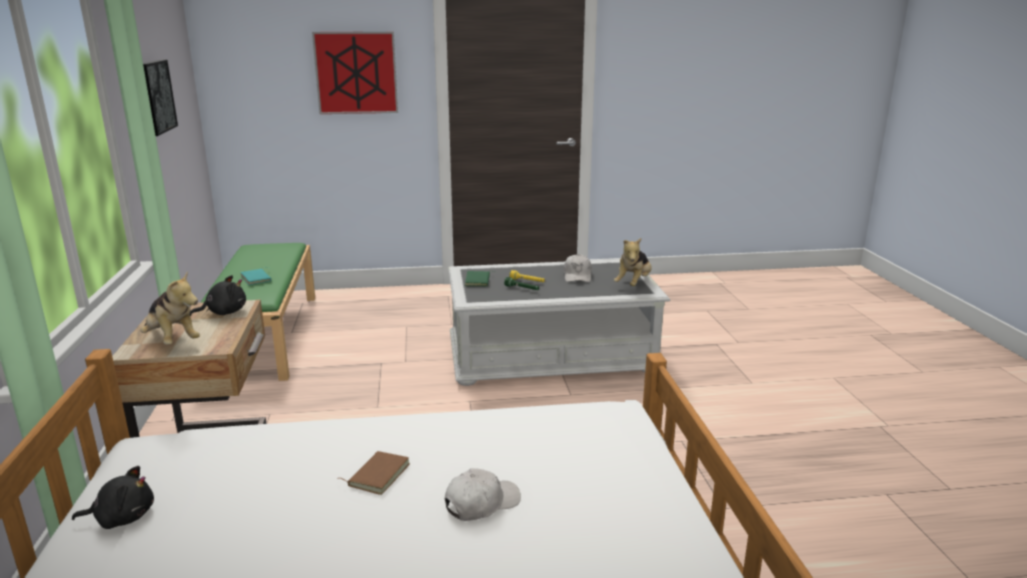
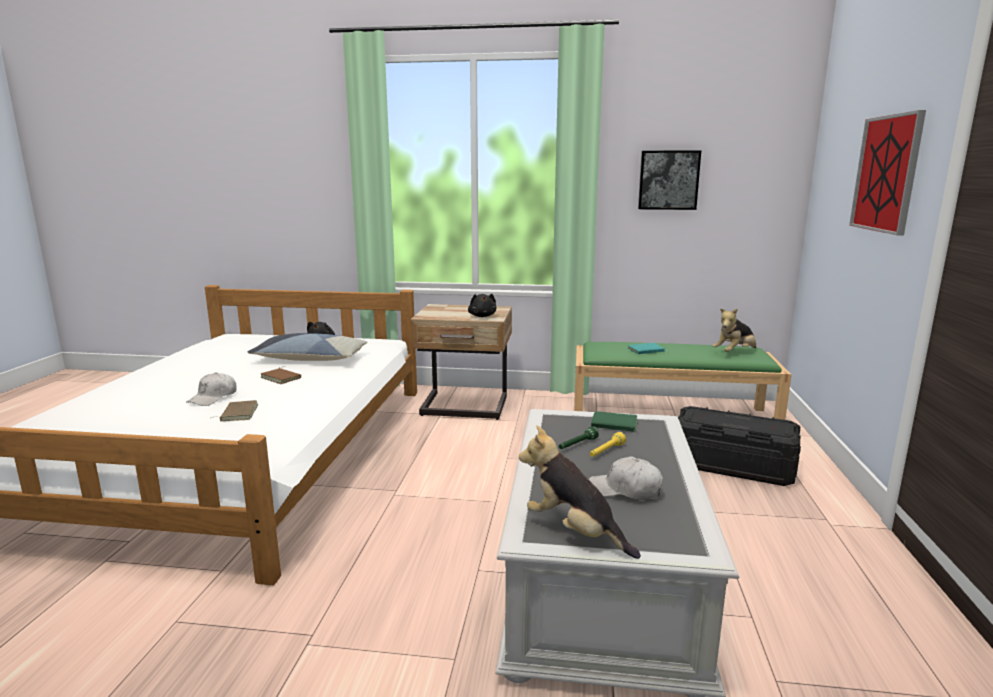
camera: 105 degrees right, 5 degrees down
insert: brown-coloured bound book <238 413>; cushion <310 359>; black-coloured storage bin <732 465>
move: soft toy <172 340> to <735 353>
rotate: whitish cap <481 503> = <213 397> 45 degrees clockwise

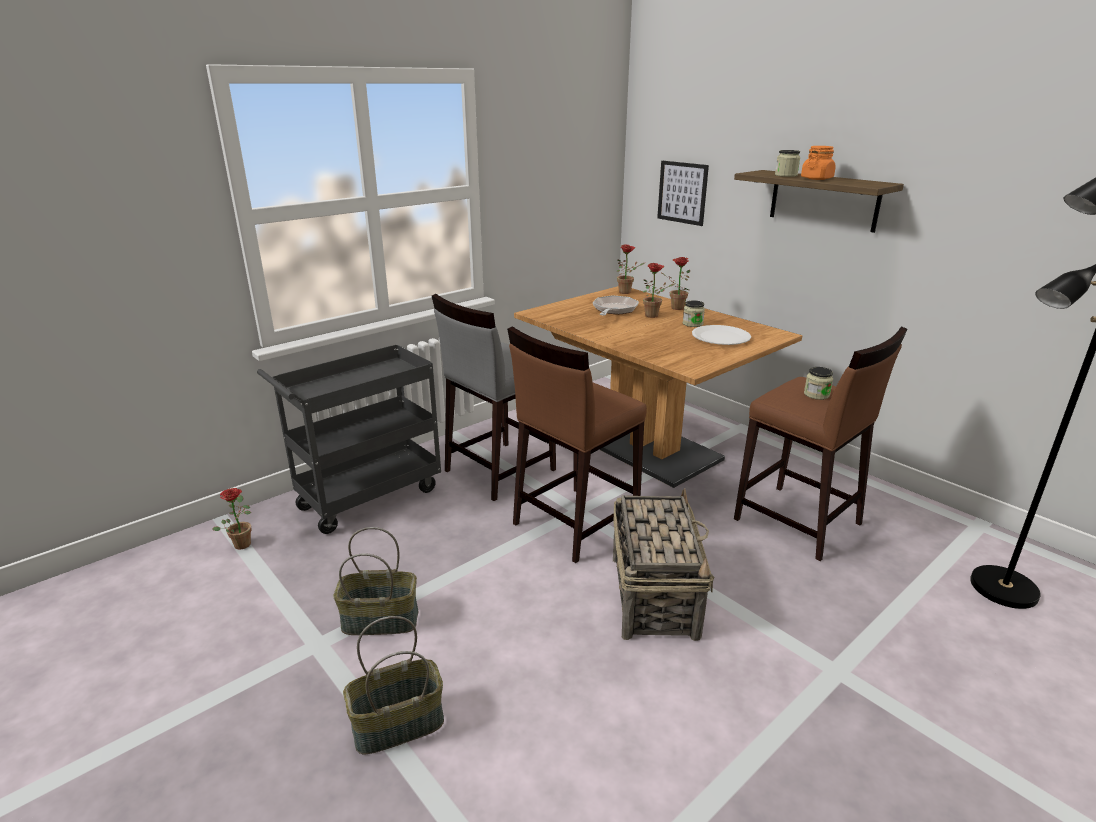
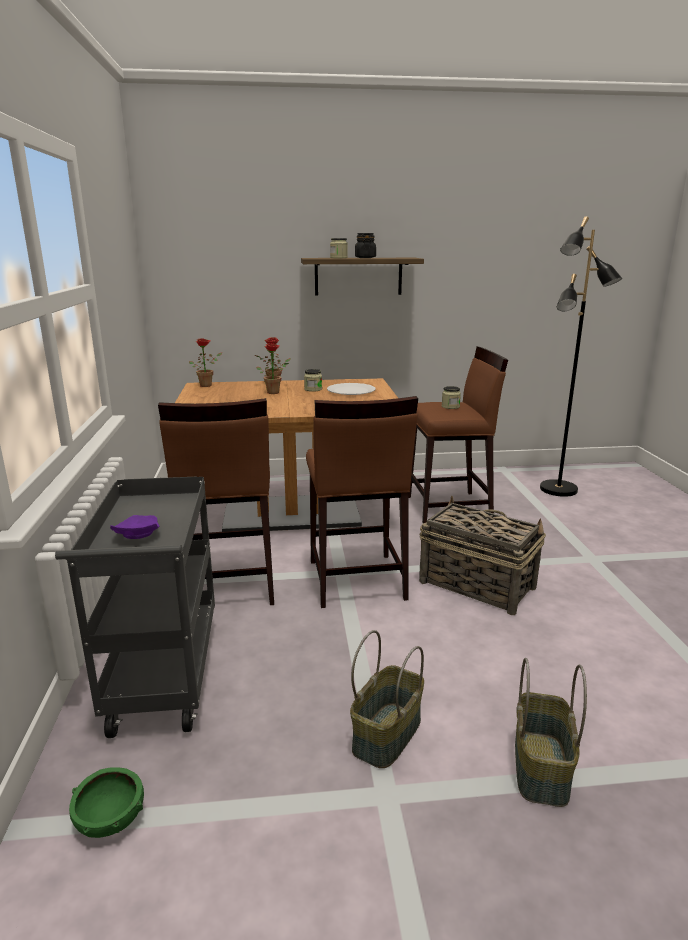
camera: 55 degrees left, 5 degrees down
delete: pan <614 310>; wall picture <682 192>
insert: purplish flat dish <137 535>
replace: potted plant <242 542> to greenish bowl <110 818>
recolor: gray stool <498 470> to brown-coloured stool <228 584>; orange-coloured storage jar <817 178> to black-coloured storage jar <365 258>

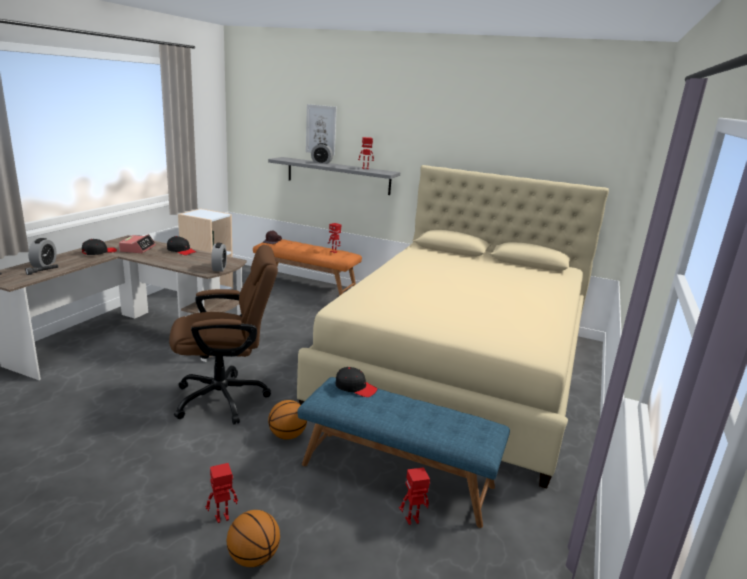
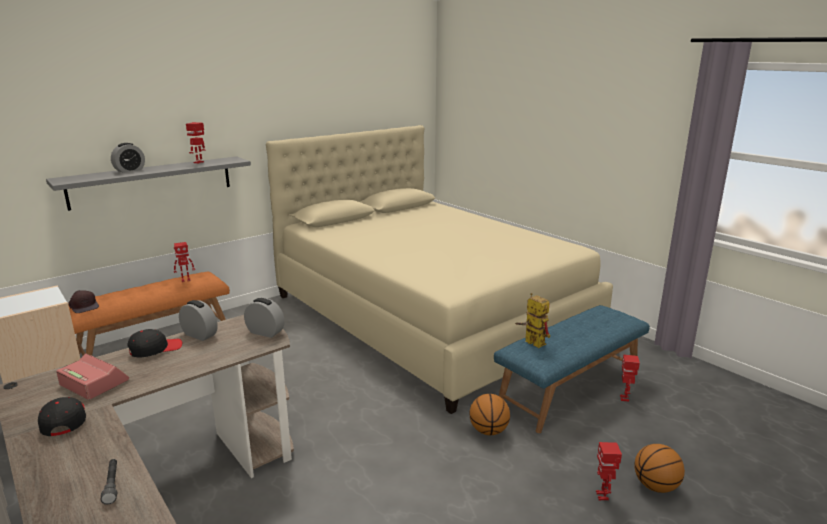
camera: 60 degrees left, 0 degrees up
delete: brown-coloured office chair <226 399>; wall picture <321 129>
move: alarm clock <44 264> to <200 335>
replace: black-coloured cap <355 387> to model robot <530 342>

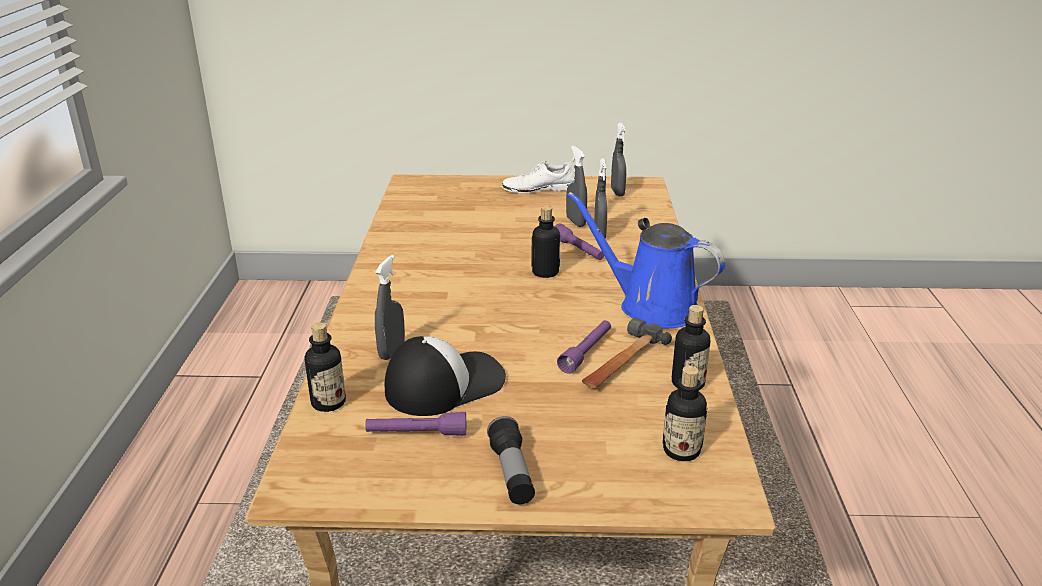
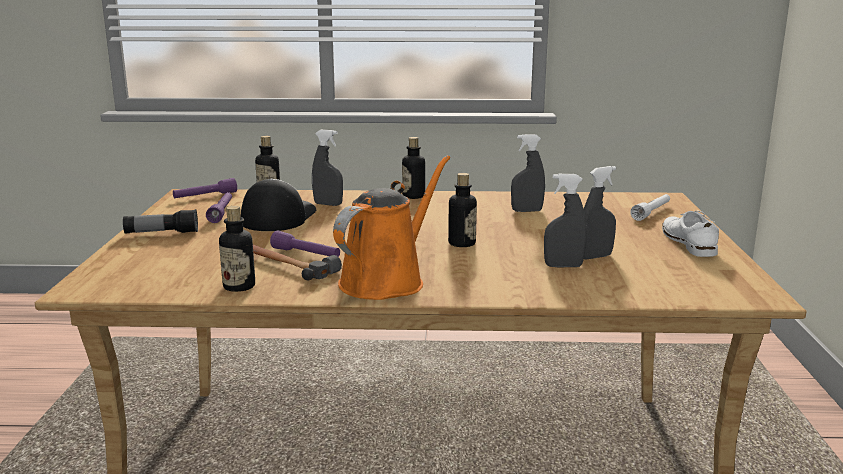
camera: 90 degrees right, 10 degrees down
insert: whitish hand torch <651 212>
move: purplish hand torch <578 250> to <205 196>; bottle <681 450> to <413 196>; gray hand sprayer <617 192> to <526 211>
recolor: bluish watering can <651 306> to orange-coloured watering can <387 280>
rotate: cap <444 384> = <278 217> 135 degrees counterclockwise

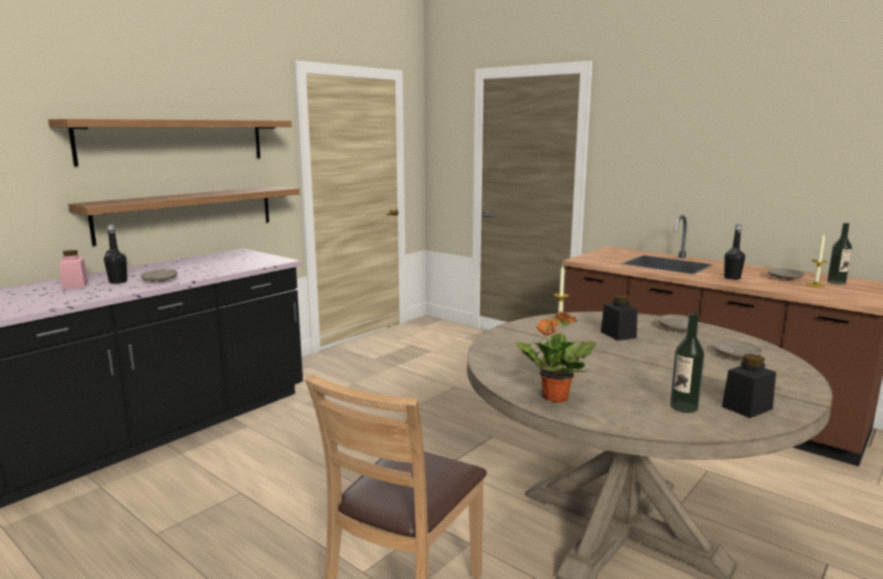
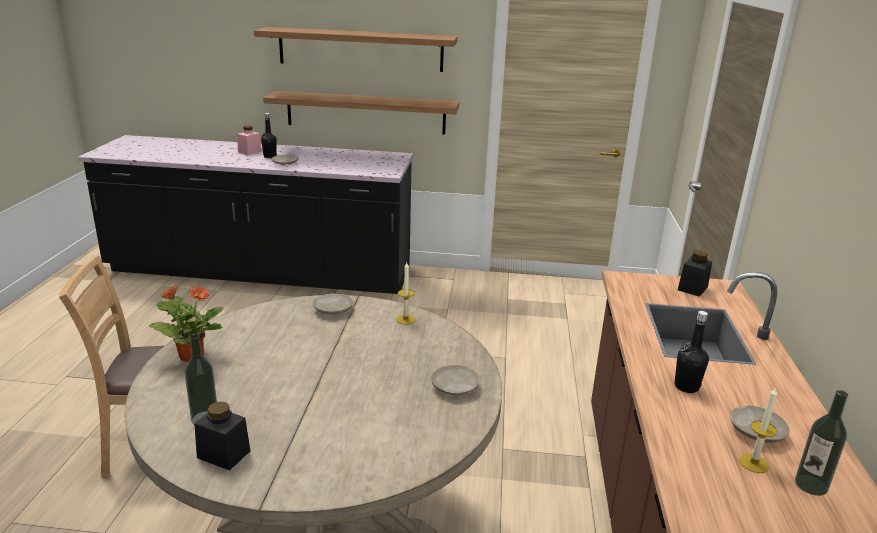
camera: 55 degrees right, 10 degrees up
move: sand-coloured flat dish <736 356> to <333 309>; black-coloured storage jar <618 335> to <692 288>

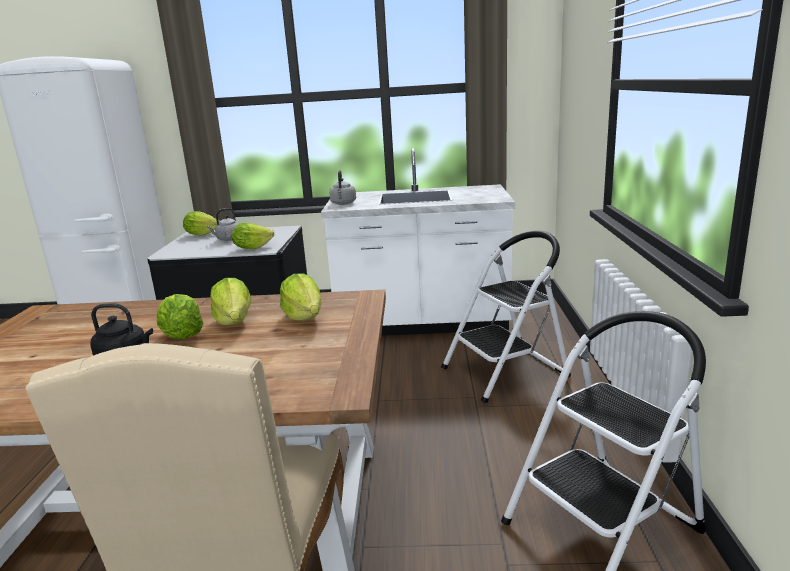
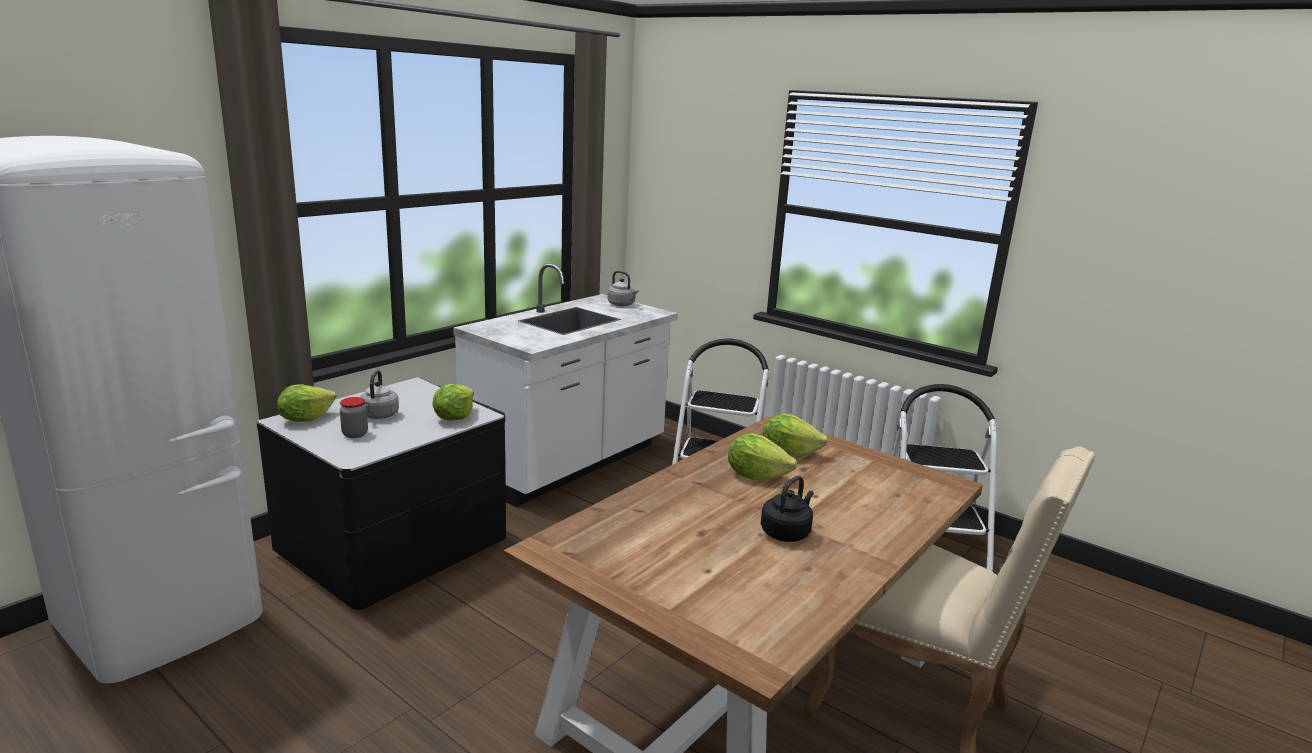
camera: 55 degrees left, 0 degrees up
delete: head of lettuce <182 335>
insert: storage jar <355 434>
move: gray tea kettle <343 203> to <622 304>

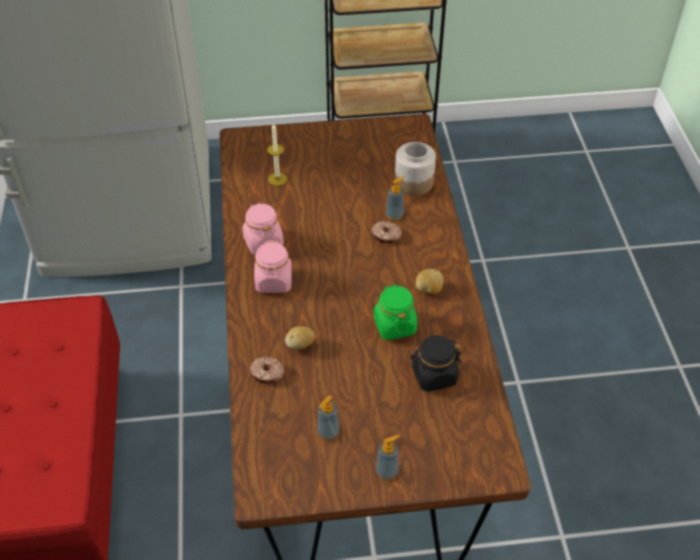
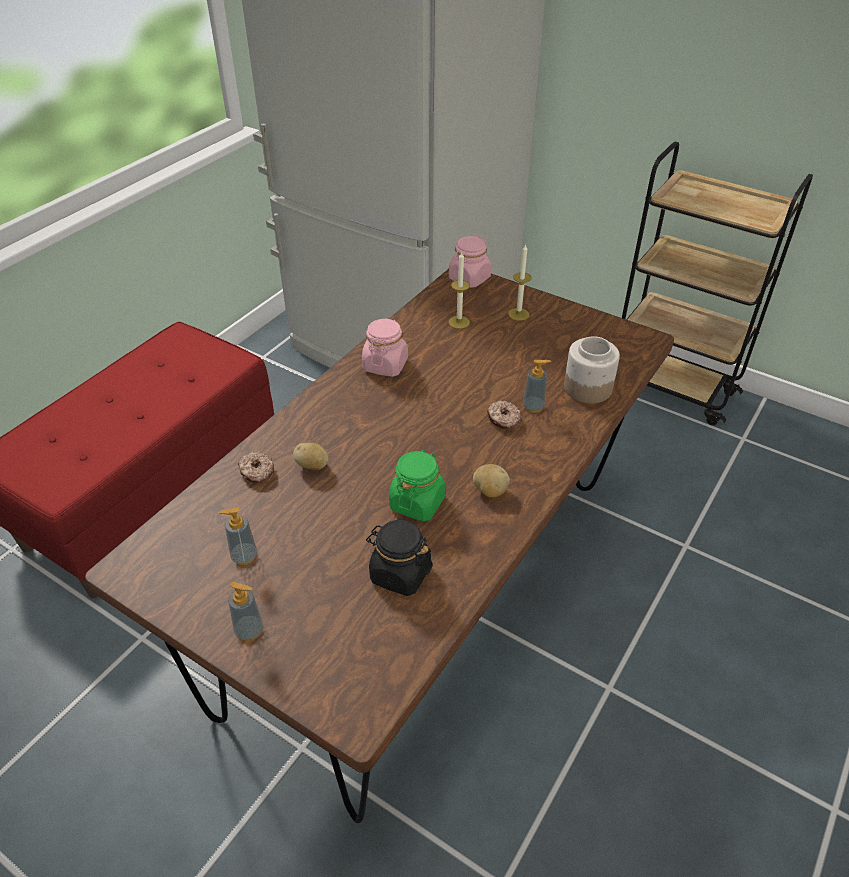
camera: 40 degrees right, 5 degrees down
insert: wax candle <518 314>
move: pink-coloured storage jar <274 281> to <469 279>

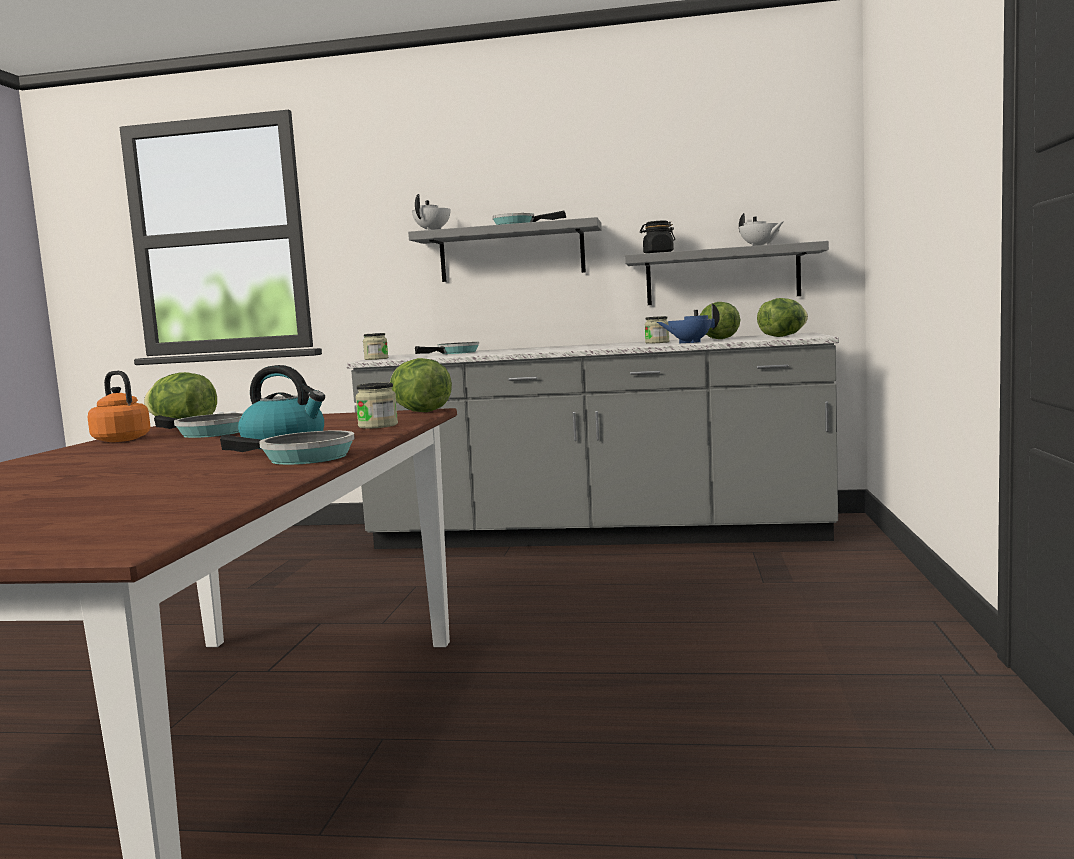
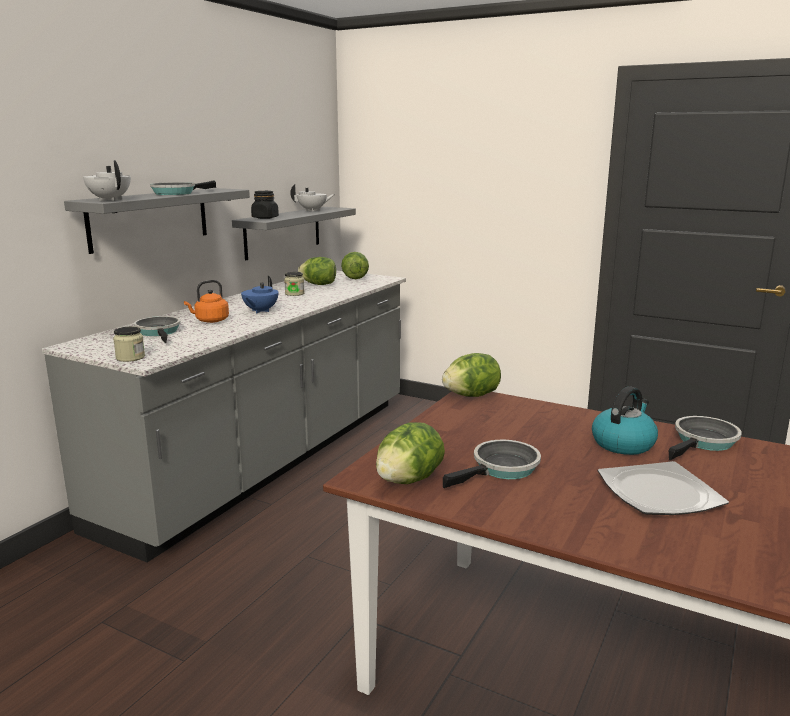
camera: 70 degrees left, 10 degrees up
delete: storage jar <378 426>
insert: flat dish <660 493>
move: orange-coloured tea kettle <119 440> to <210 321>; bluish pot for tea <689 342> to <260 311>

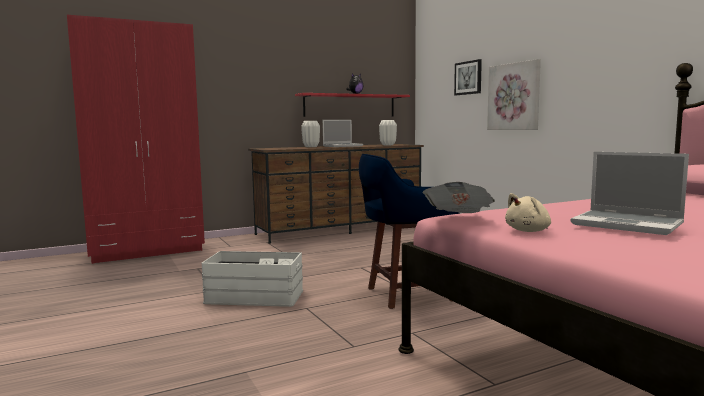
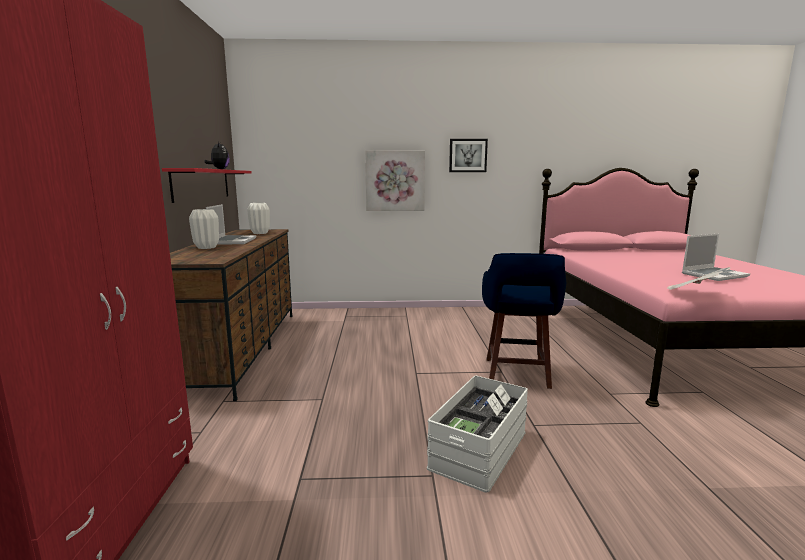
camera: 65 degrees left, 5 degrees up
delete: sand-coloured soft toy <529 231>
move: wall picture <468 78> to <468 155>

